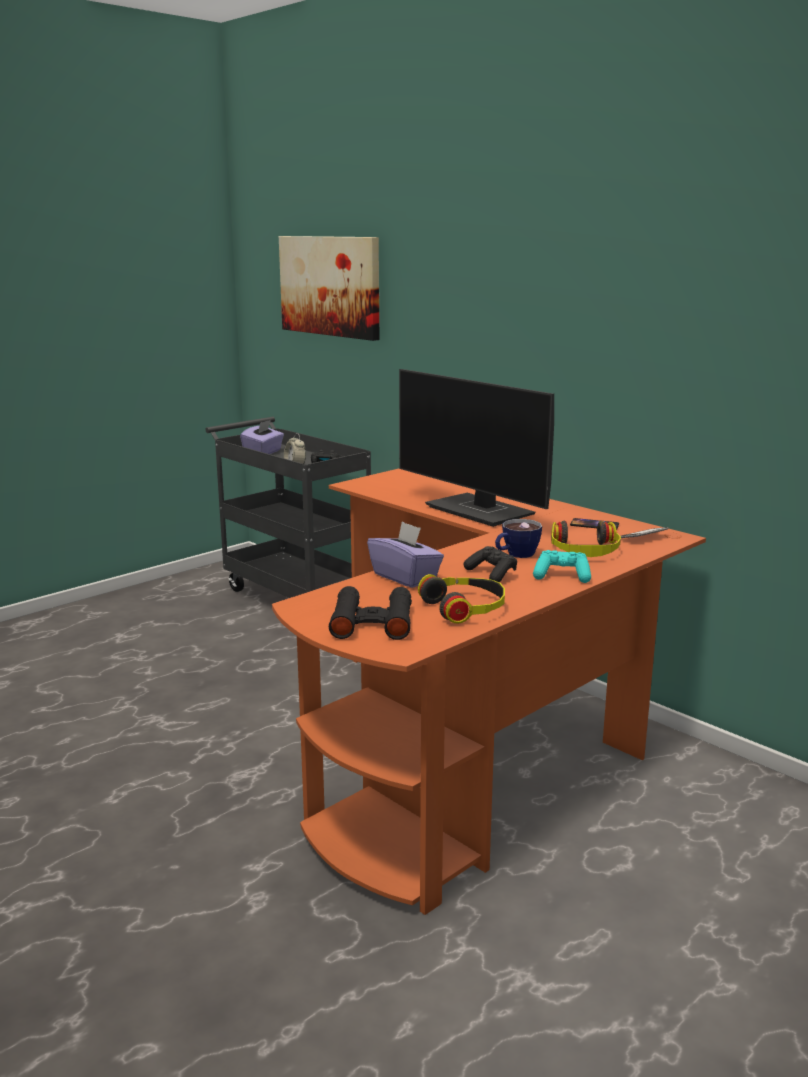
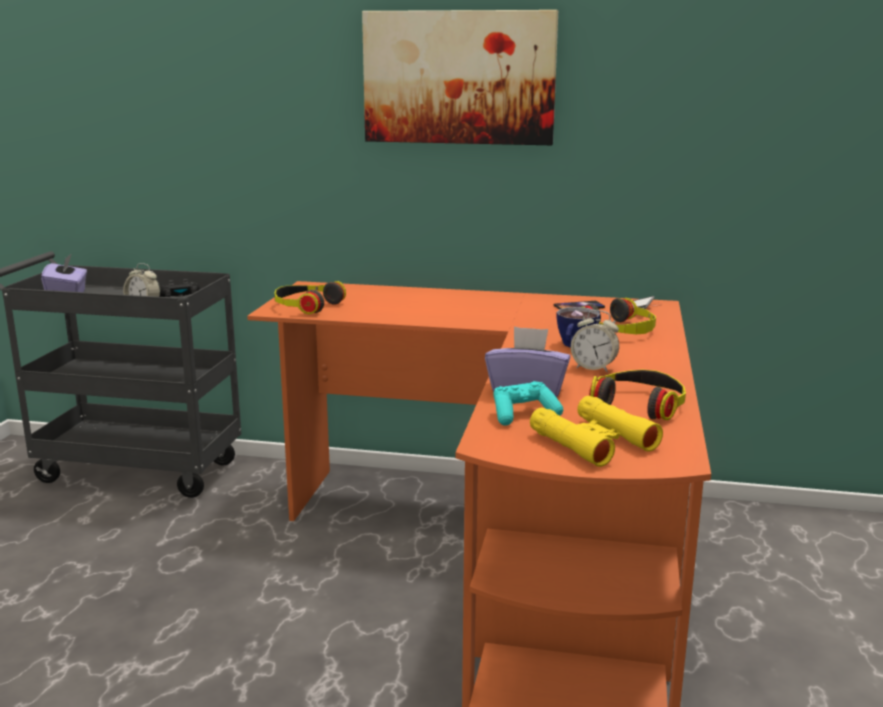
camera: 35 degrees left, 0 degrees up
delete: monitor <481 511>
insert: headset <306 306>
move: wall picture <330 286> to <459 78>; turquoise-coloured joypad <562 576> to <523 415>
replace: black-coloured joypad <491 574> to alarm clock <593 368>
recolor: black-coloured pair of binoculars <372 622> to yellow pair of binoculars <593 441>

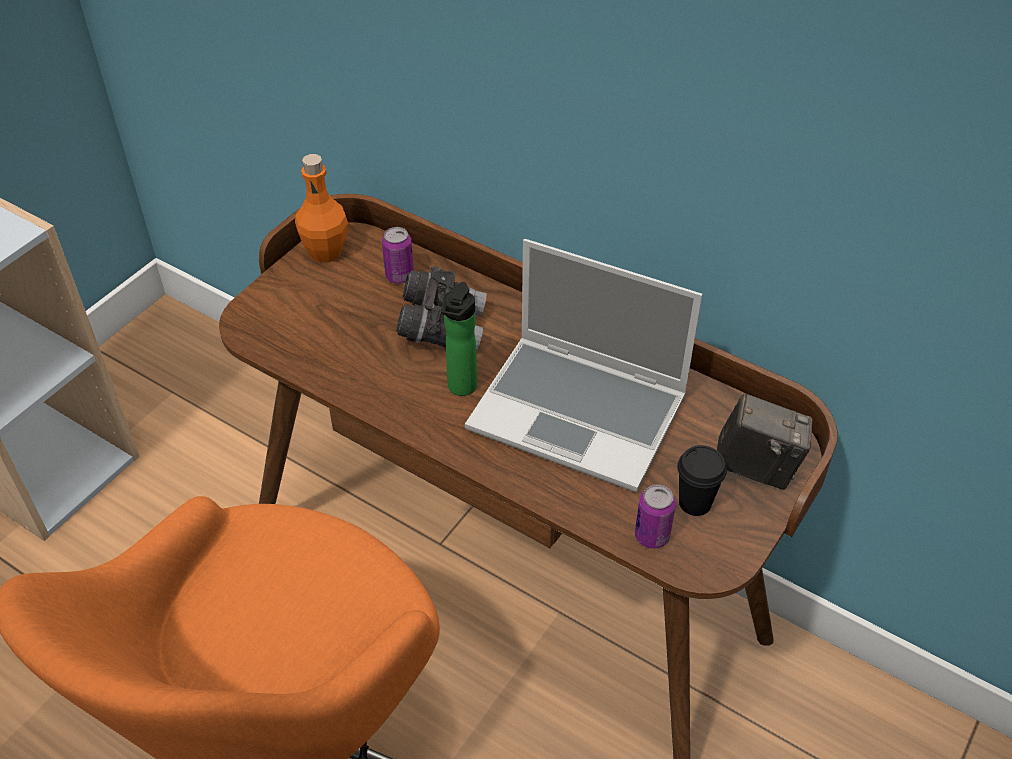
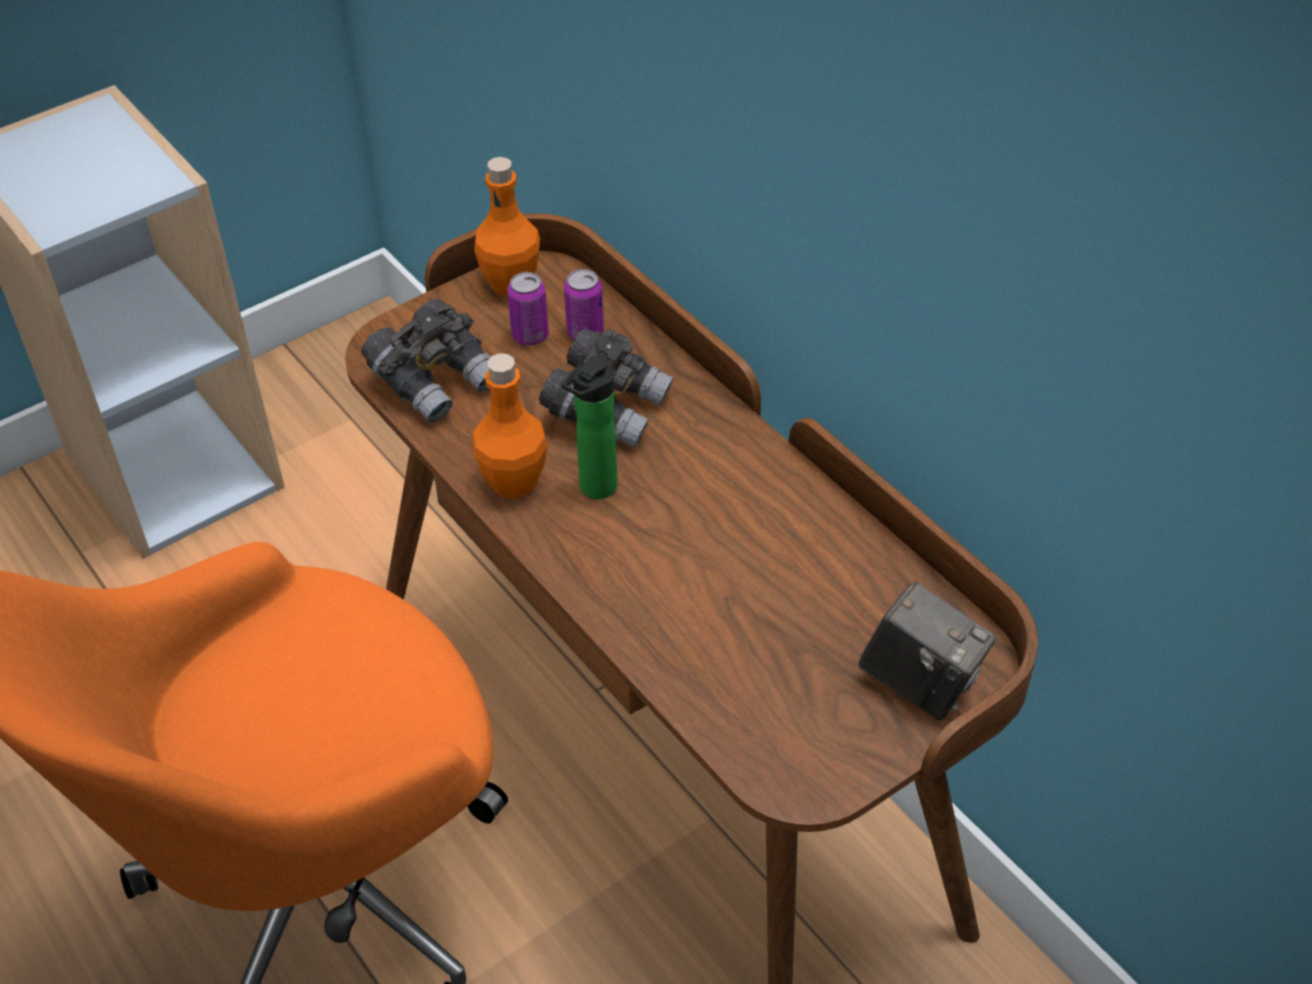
camera: 20 degrees right, 0 degrees up
delete: notebook computer <581 413>; black-coloured small cup <694 503>
insert: gray pair of binoculars <436 380>; orange-coloured bottle <513 482>
move: metal can <651 536> to <530 336>

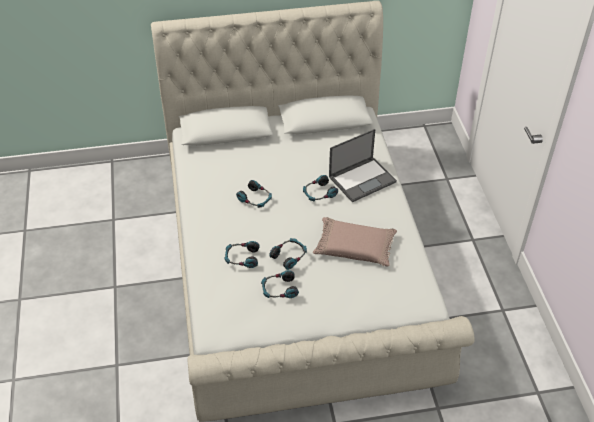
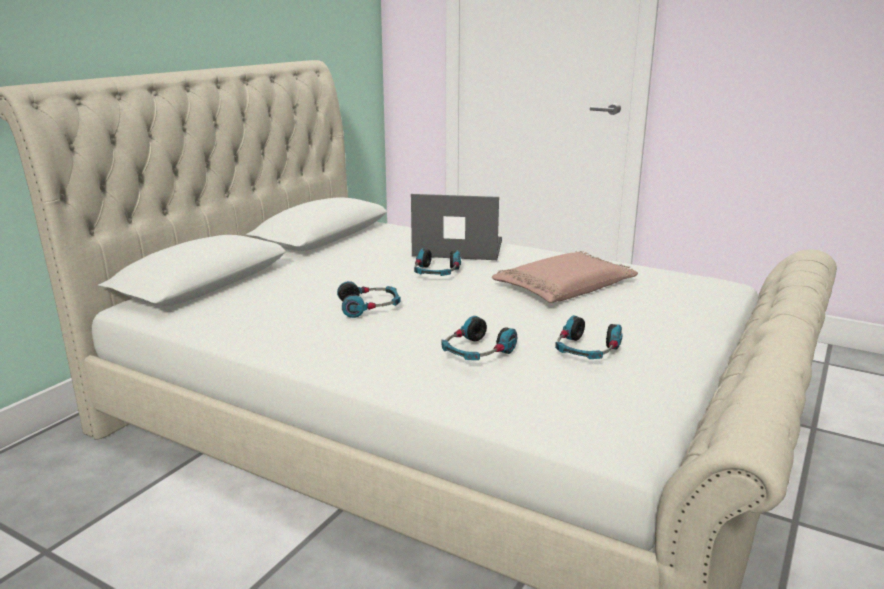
camera: 50 degrees left, 25 degrees down
delete: headset <289 256>
rotate: notebook computer <362 179> = <456 248> 90 degrees counterclockwise

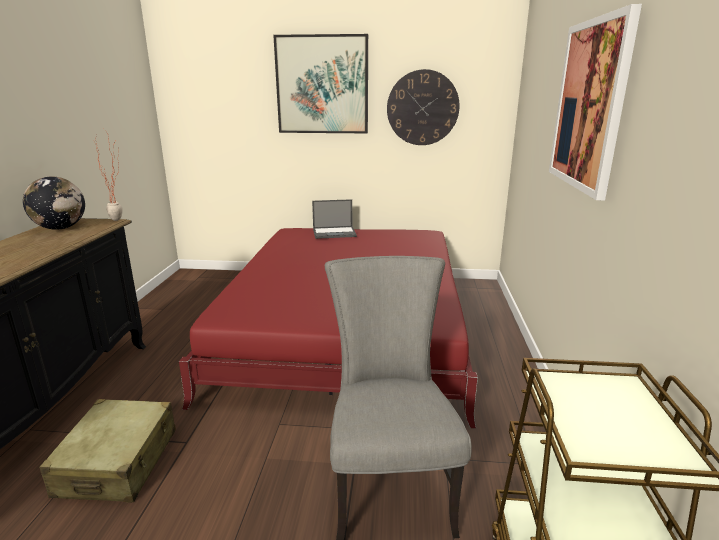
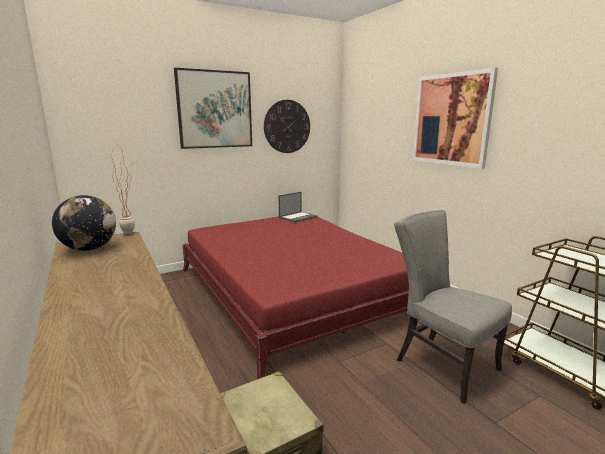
camera: 35 degrees left, 5 degrees down
move: notebook computer <335 233> to <298 217>

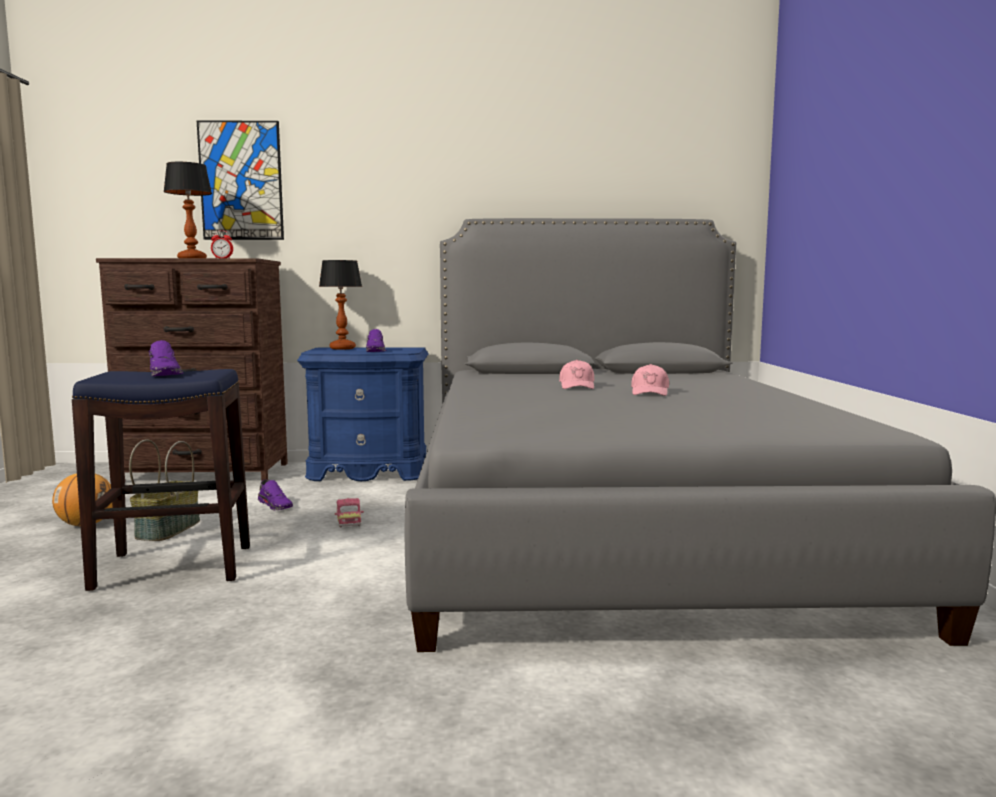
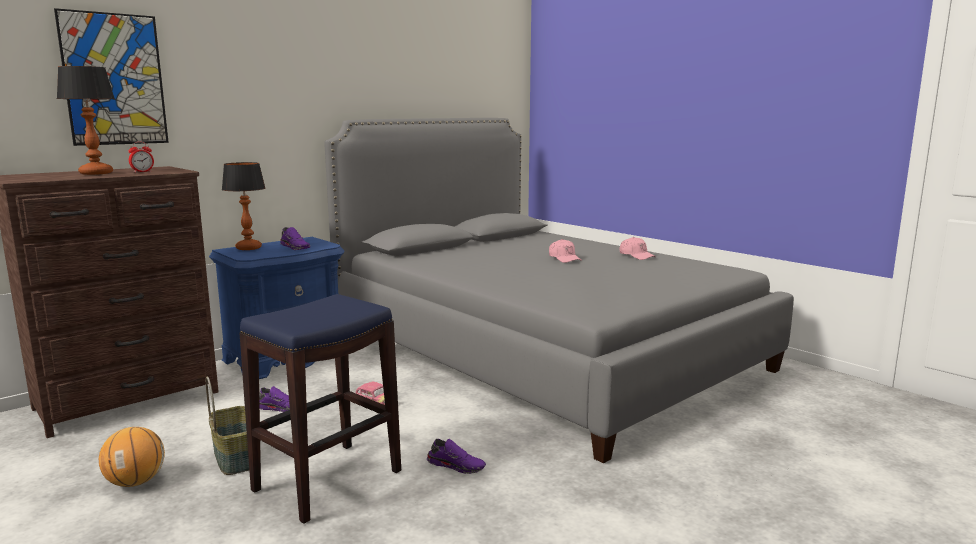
camera: 40 degrees left, 5 degrees up
move: purplish item of footwear <166 373> to <456 465>; pink-coloured cap <577 386> to <636 256>

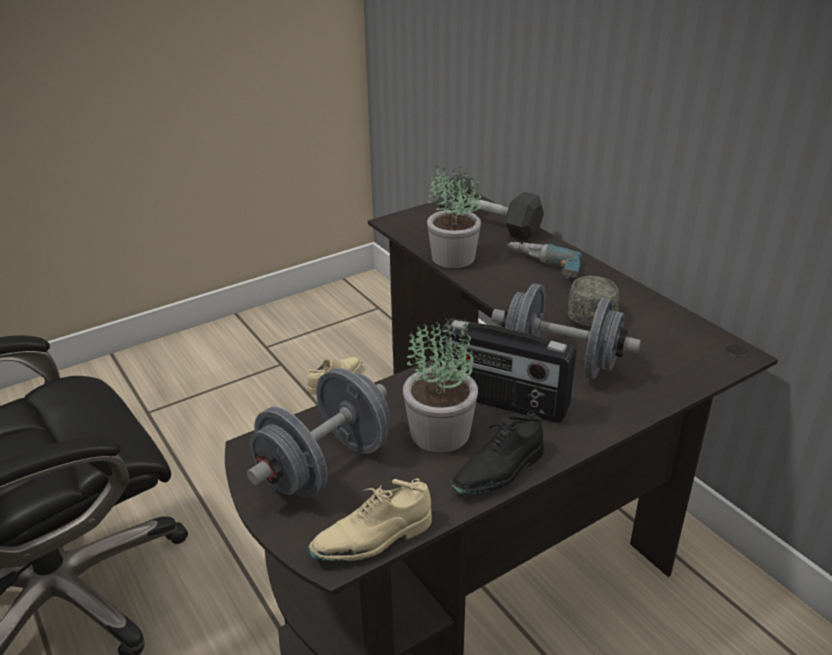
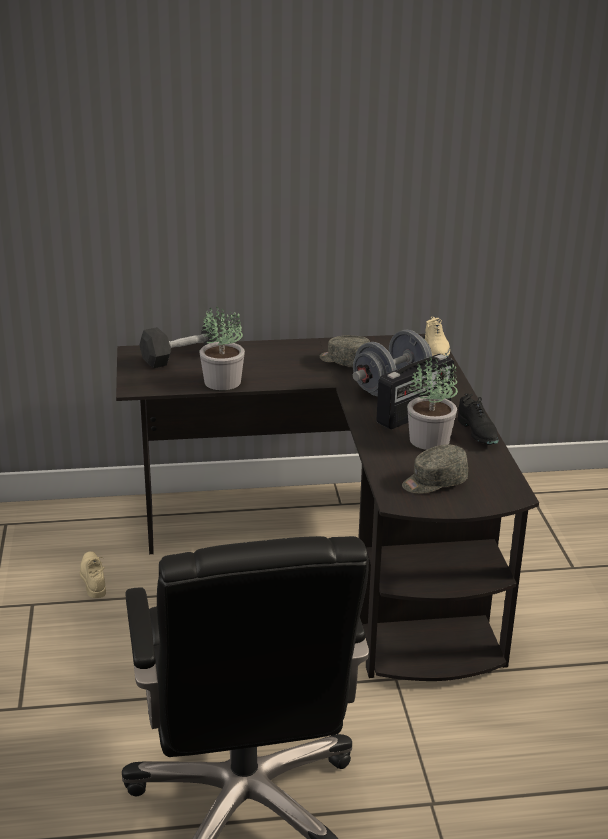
camera: 65 degrees left, 5 degrees down
delete: power drill <540 268>
move: sand-coloured item of footwear <373 540> to <436 351>
replace: gray hand weight <324 466> to gray cap <434 482>

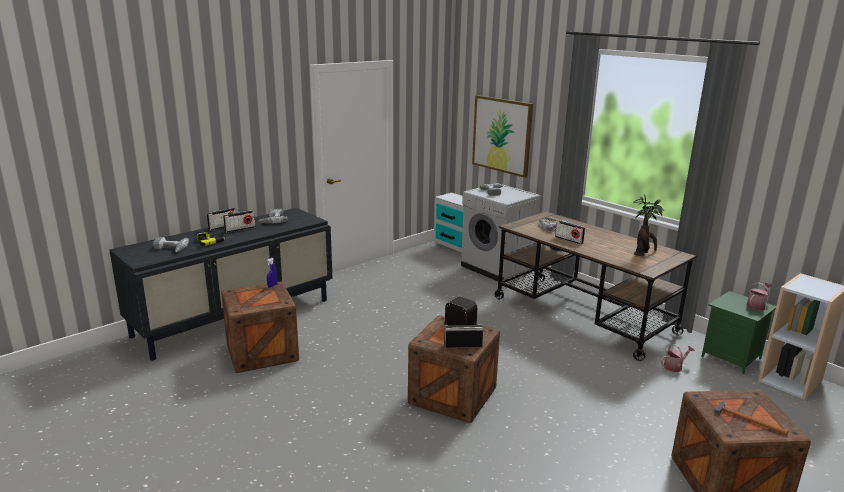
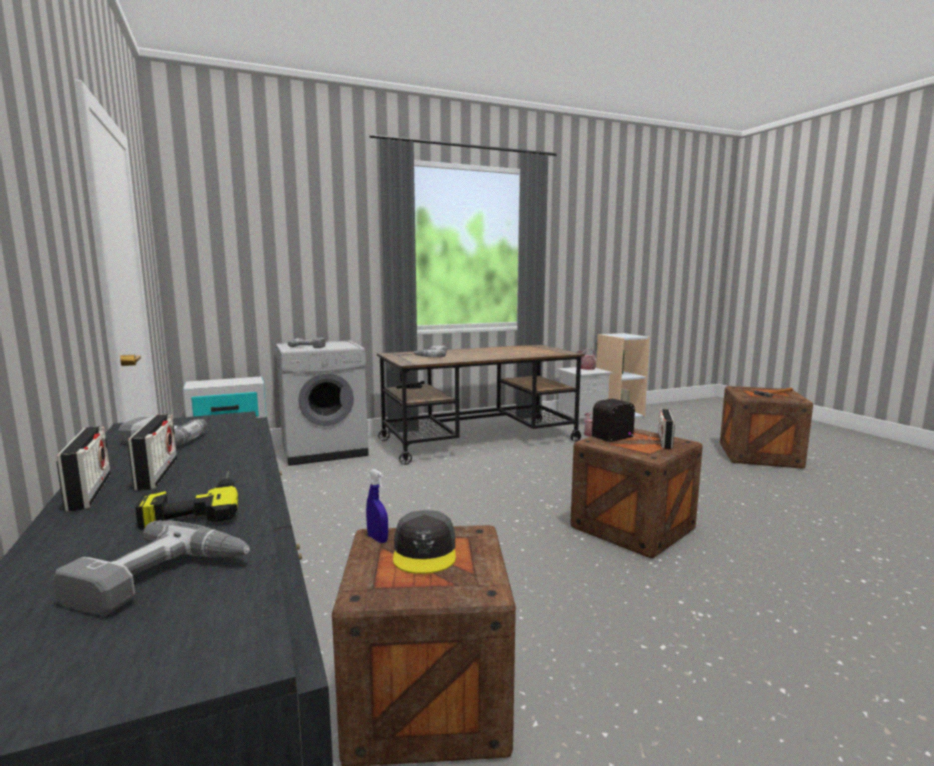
camera: 70 degrees left, 10 degrees down
delete: wall picture <502 135>; radio <569 240>; potted plant <643 253>
insert: gray cap <425 552>
recolor: greenish nightstand <732 358> to gray nightstand <582 418>

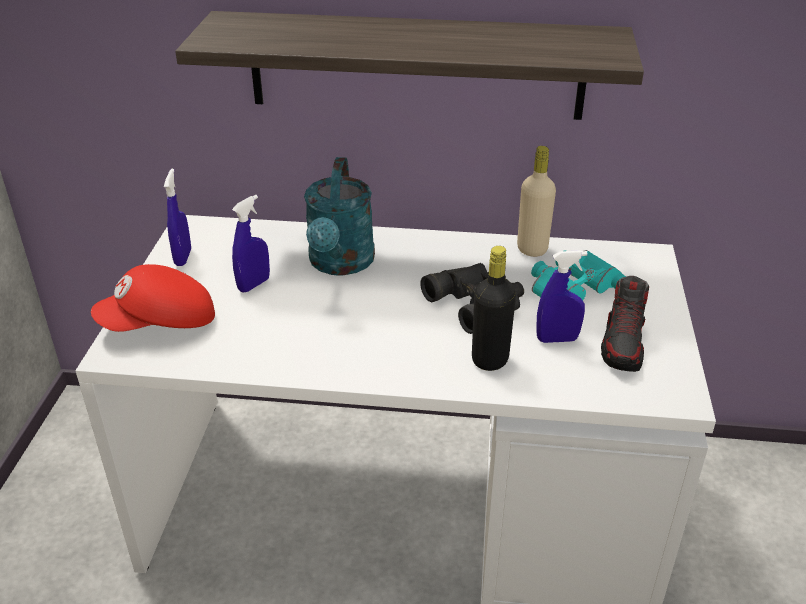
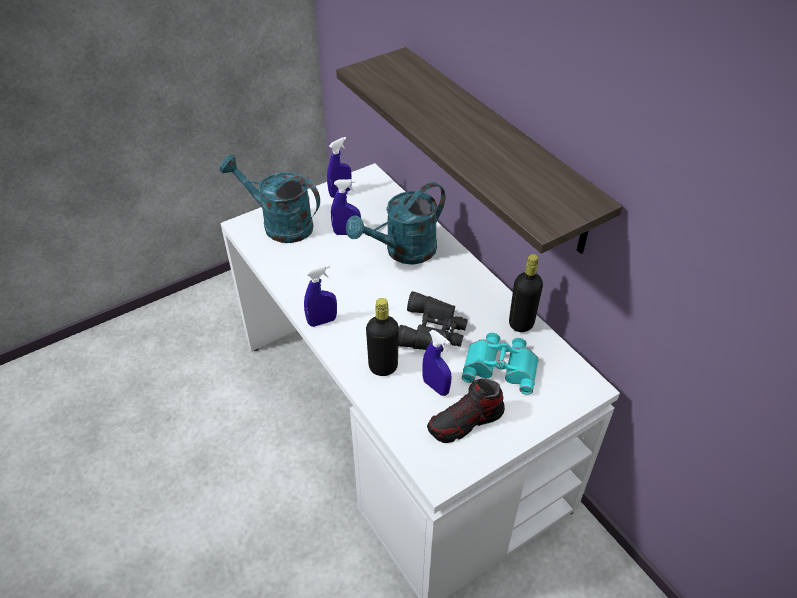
camera: 50 degrees right, 10 degrees up
insert: bluish hand sprayer <322 321>
replace: red cap <160 324> to turquoise-coloured watering can <279 224>
recolor: sand-coloured bottle <532 249> to black-coloured bottle <521 323>

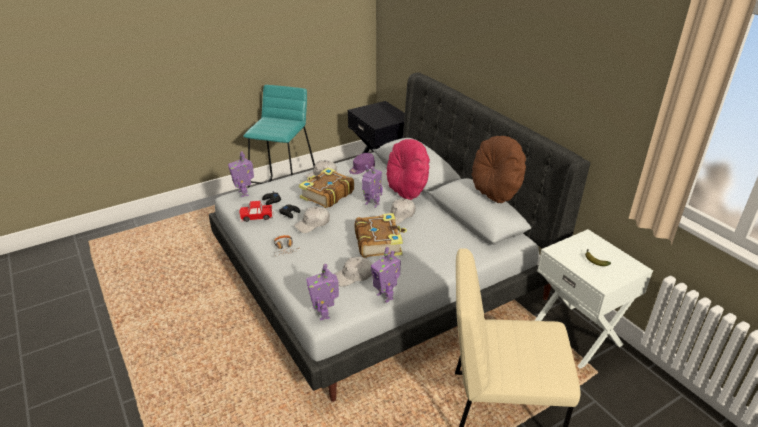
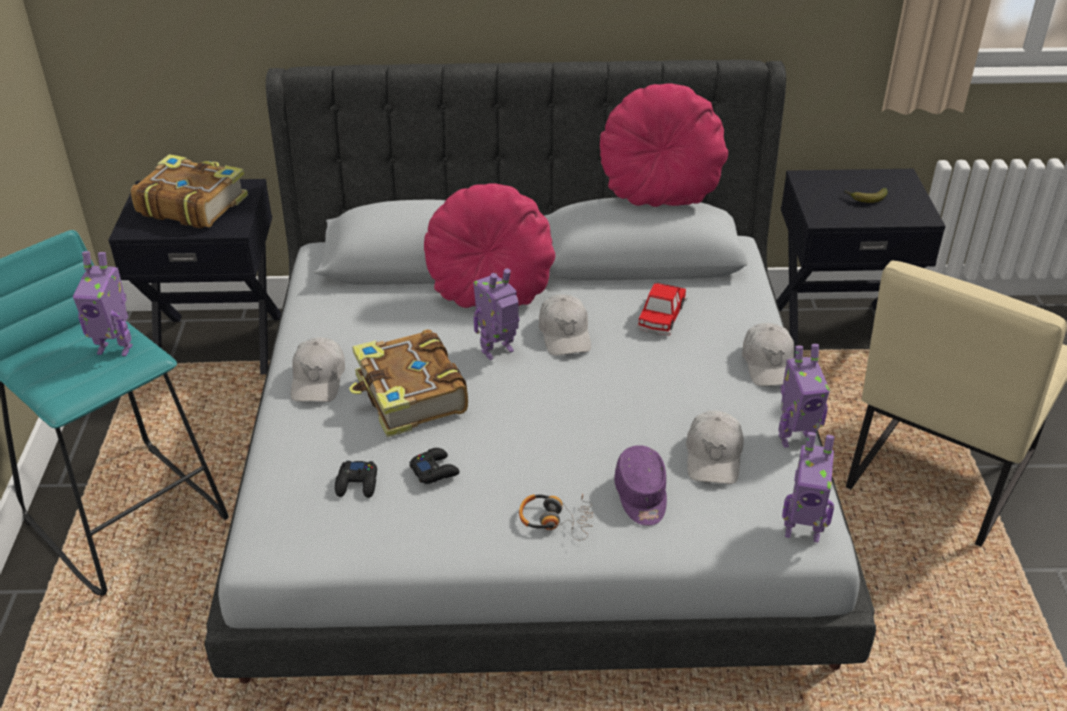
camera: 60 degrees left, 5 degrees up
move: model robot <244 193> to <115 348>; bound book <379 242> to <192 205>; purplish cap <361 169> to <641 496>; model car <256 216> to <661 316>; whitish cap <312 224> to <769 364>
recolor: brown-coloured cushion <495 194> to pink-coloured cushion <659 196>; whitish nightstand <576 335> to black-coloured nightstand <835 332>

